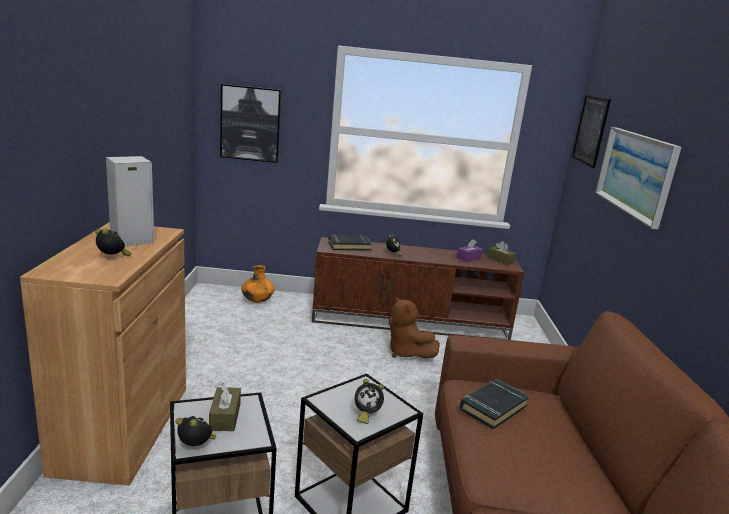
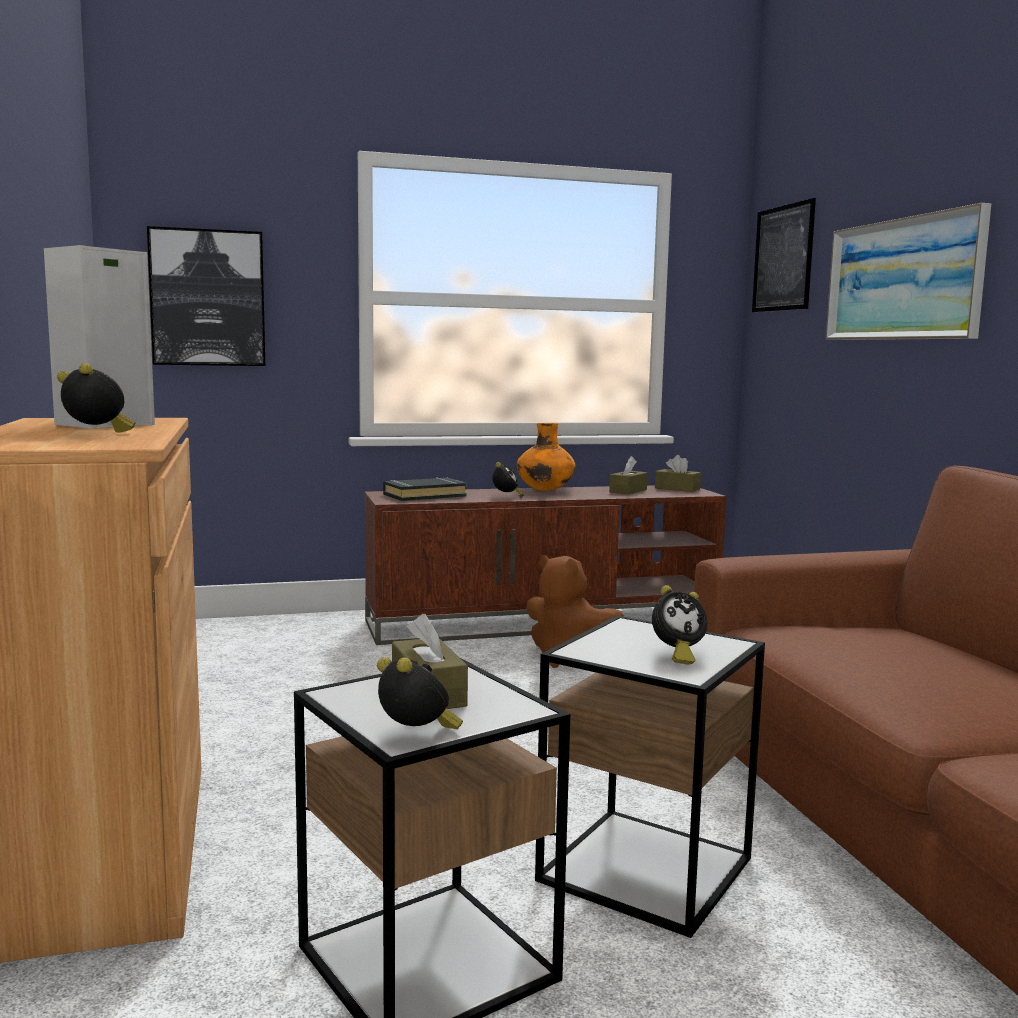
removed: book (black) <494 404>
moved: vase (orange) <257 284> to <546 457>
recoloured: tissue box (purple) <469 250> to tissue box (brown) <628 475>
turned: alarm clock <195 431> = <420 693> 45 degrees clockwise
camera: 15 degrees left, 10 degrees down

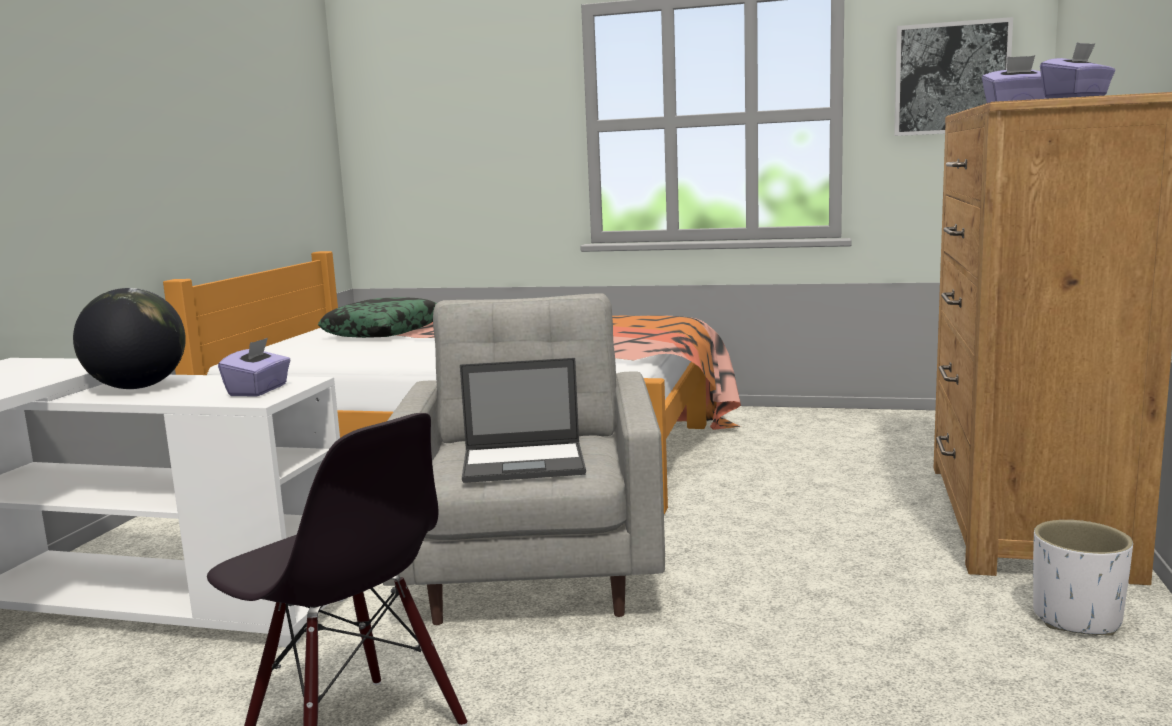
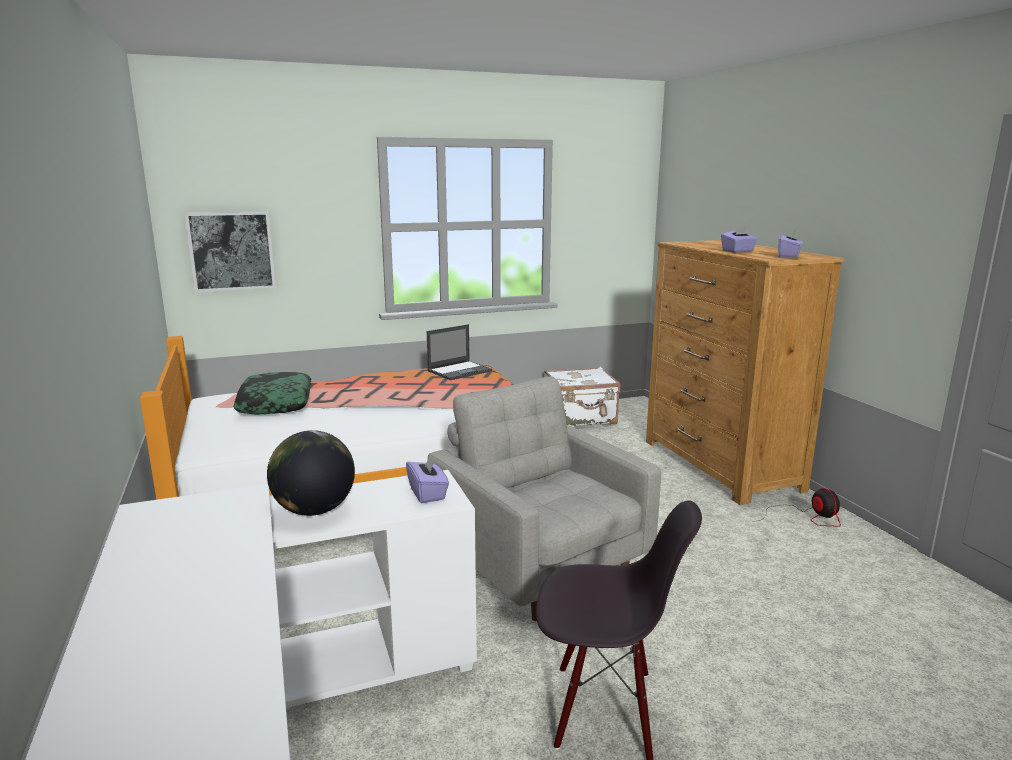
added: suitcase (white) <582 397>
moved: picture <953 76> to <230 251>; laptop <523 420> to <459 352>
replaced: planter (white) <1083 578> to fan <796 507>
camera: 35 degrees left, 5 degrees up

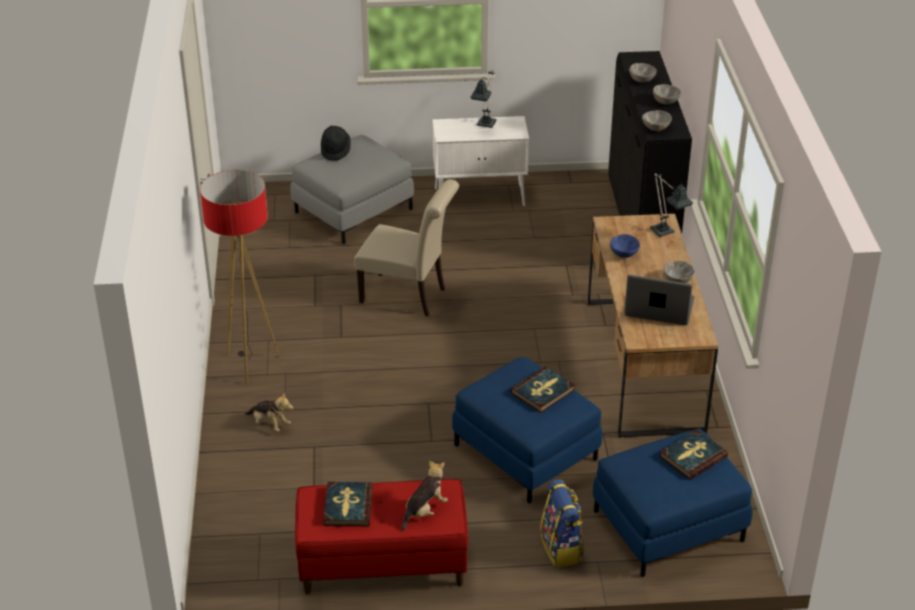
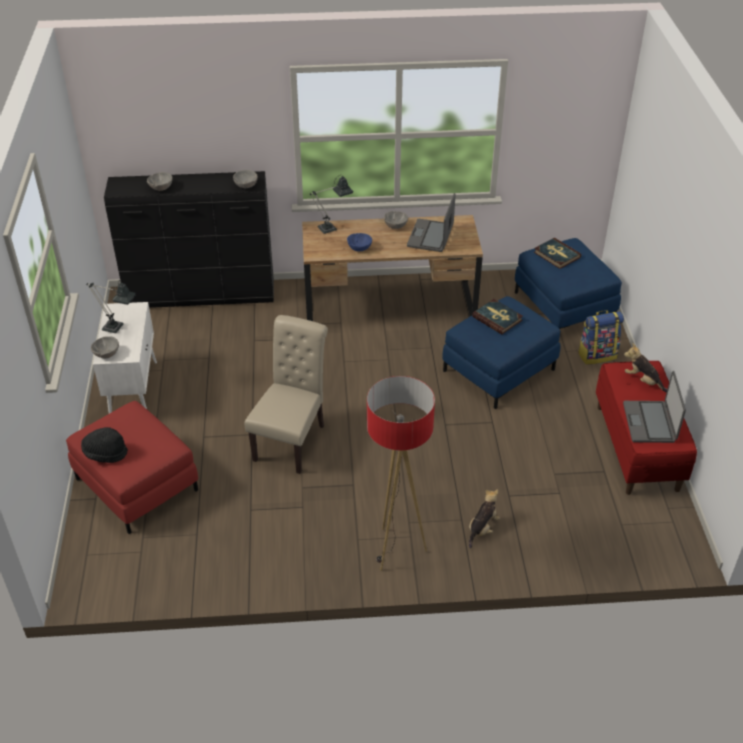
moved: bowl (grey) <667 94> to <105 347>
replaced: book <348 504> to laptop <654 407>
recoloured: ottoman (grey) <352 189> to ottoman (red) <132 467>
camera: 90 degrees left, 5 degrees up

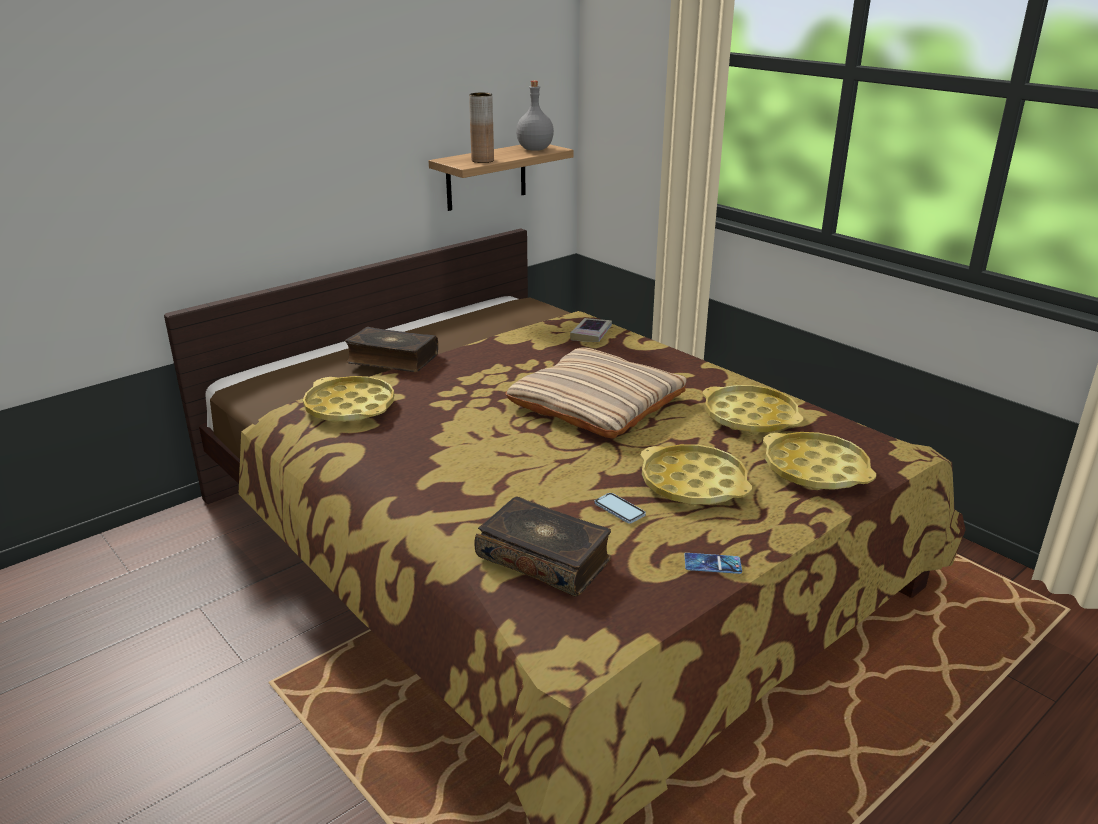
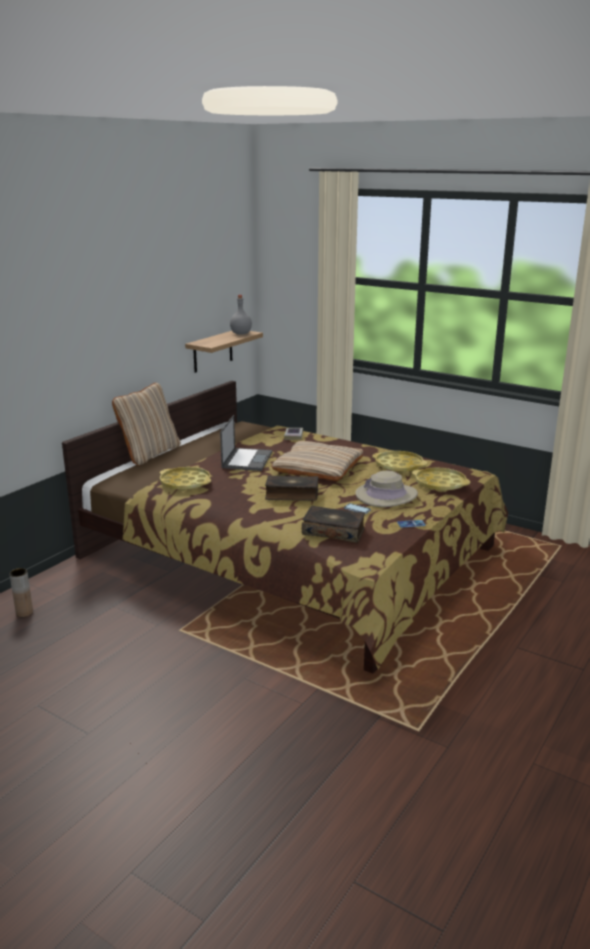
added: pillow (beige) <146 424>; laptop <246 443>
moved: vase (brown) <481 128> to <21 592>; book <391 349> to <292 488>
replaced: tray (yellow) <696 475> to hat (beige) <386 489>
camera: 15 degrees left, 5 degrees down

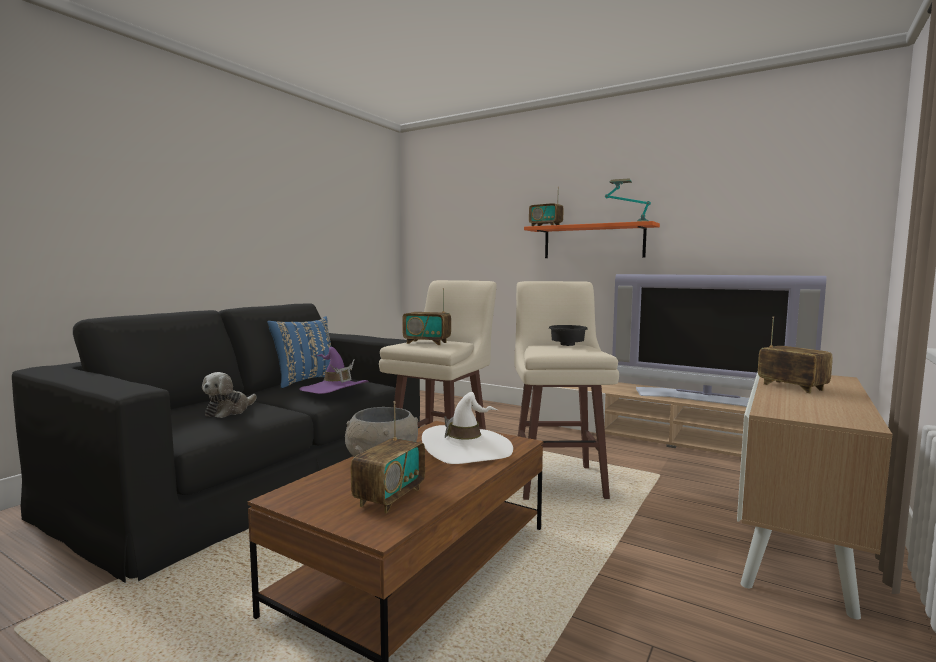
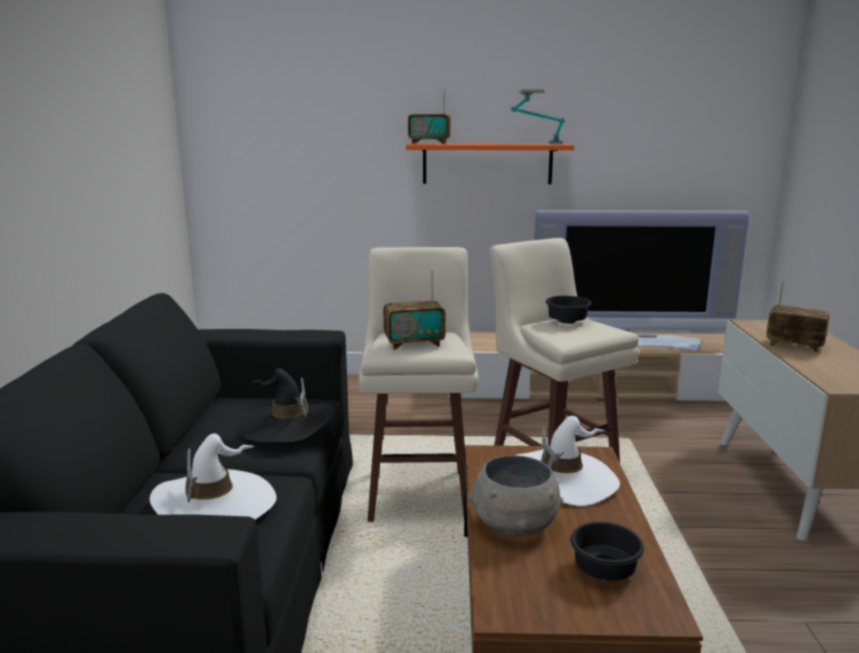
removed: pillow (blue) <299 352>
replaced: plush toy <229 395> to hat (white) <213 476>; radio <388 457> to bowl (black) <607 551>
recoloured: hat (purple) <333 370> to hat (black) <285 405>
camera: 30 degrees left, 10 degrees up

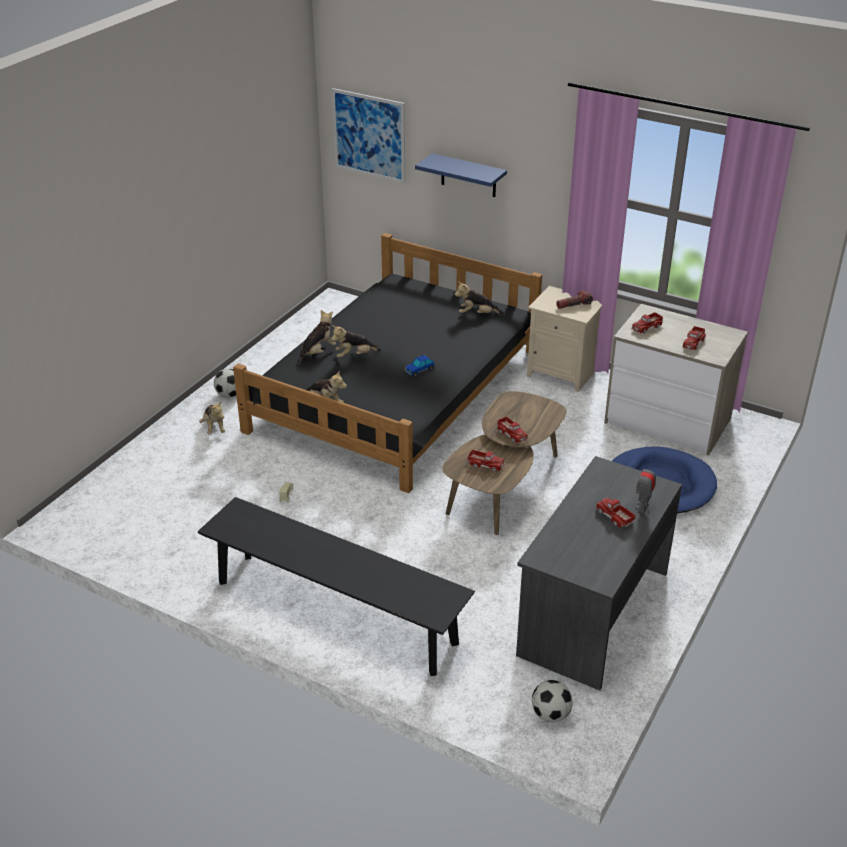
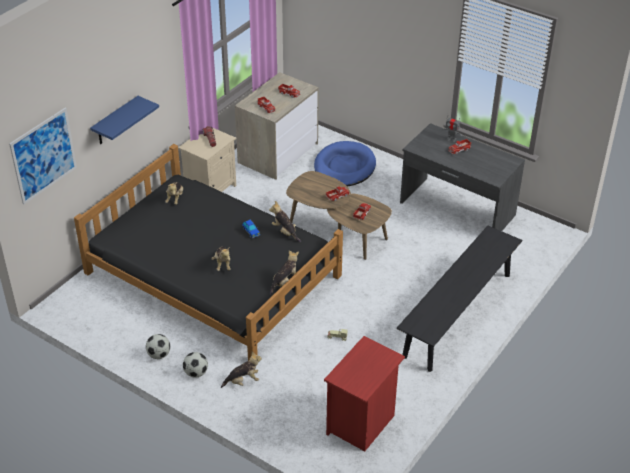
added: nightstand (red) <364 393>
moved: football <552 701> to <158 346>; plush toy <317 337> to <285 221>
camera: 85 degrees left, 5 degrees up

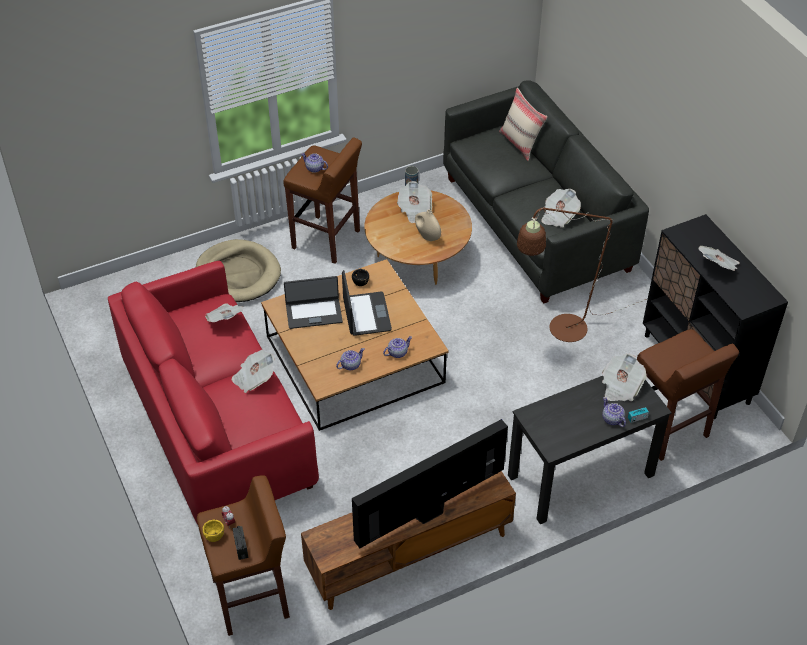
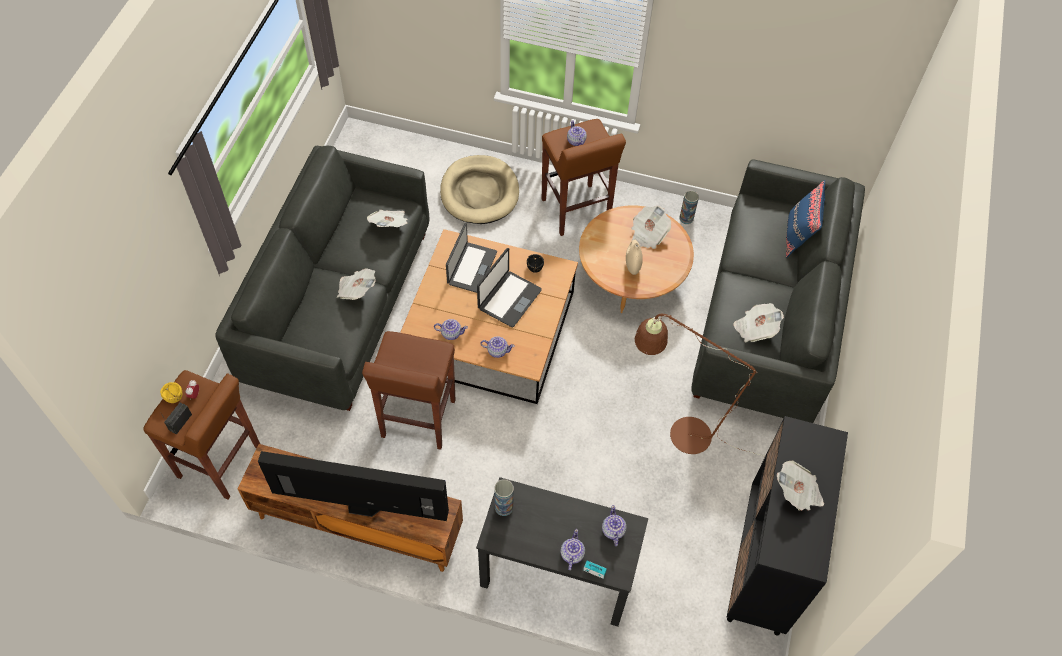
added: vase <504 497>
moved: stool (brown) <688 395> to <409 390>
replaced: newspaper <624 377> to teapot <614 525>
recoloured: sofa (red) <213 393> to sofa (grey) <322 278>; pillow (beige) <523 124> to pillow (blue) <805 218>
turned: laptop <313 302> = <471 258> 105 degrees counterclockwise
camera: 40 degrees right, 10 degrees up

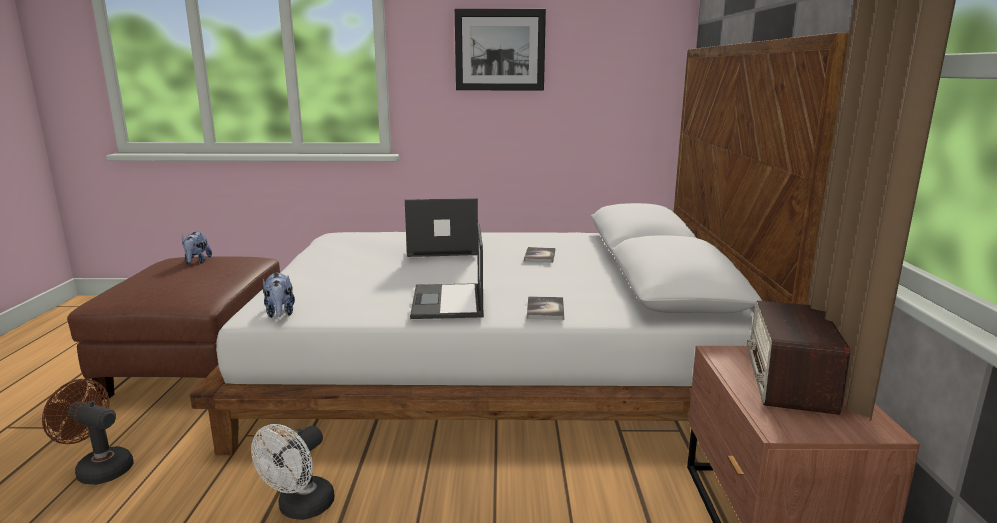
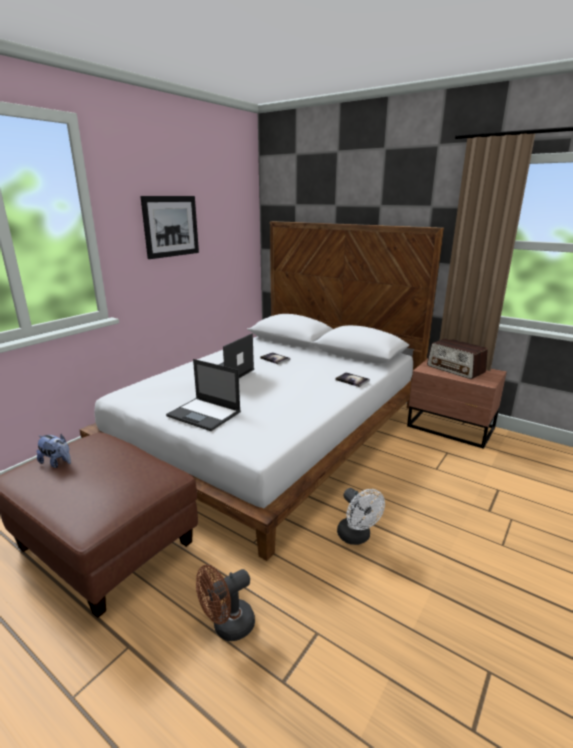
removed: plush toy <279 295>
moved: laptop <447 271> to <203 395>
camera: 55 degrees left, 5 degrees up

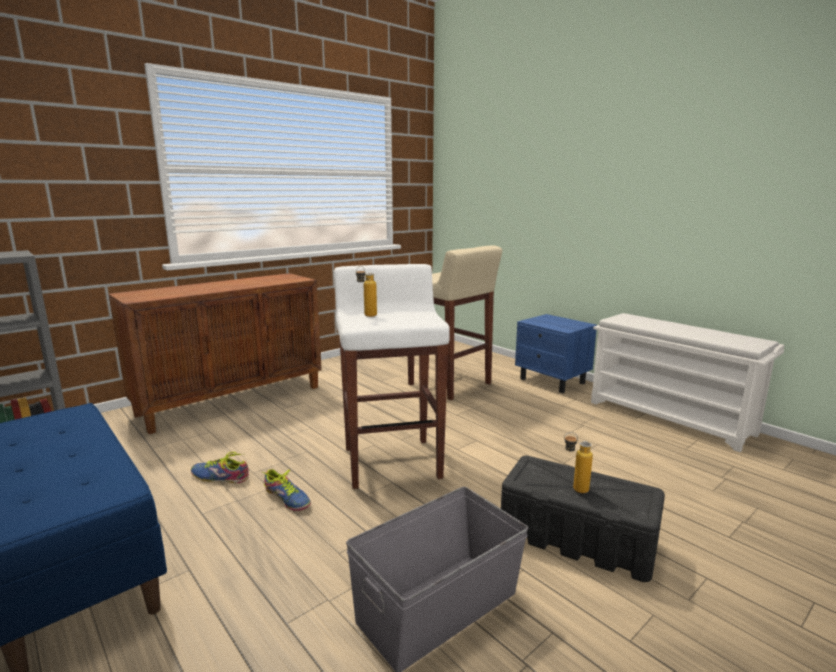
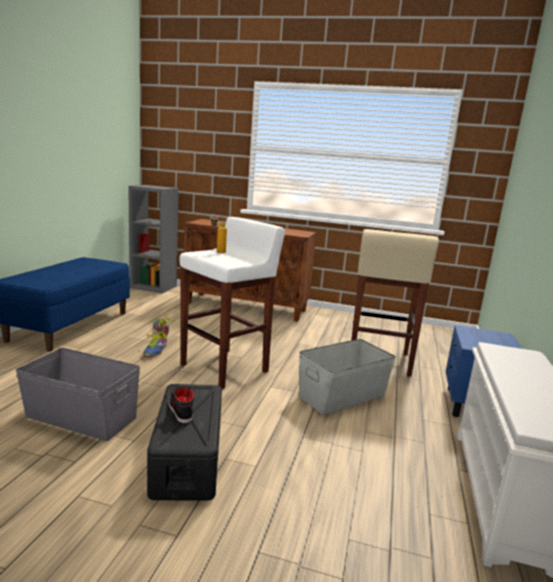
added: storage box (grey) <347 377>
replaced: bottle <578 462> to shoe (black) <181 405>
camera: 55 degrees right, 0 degrees up

